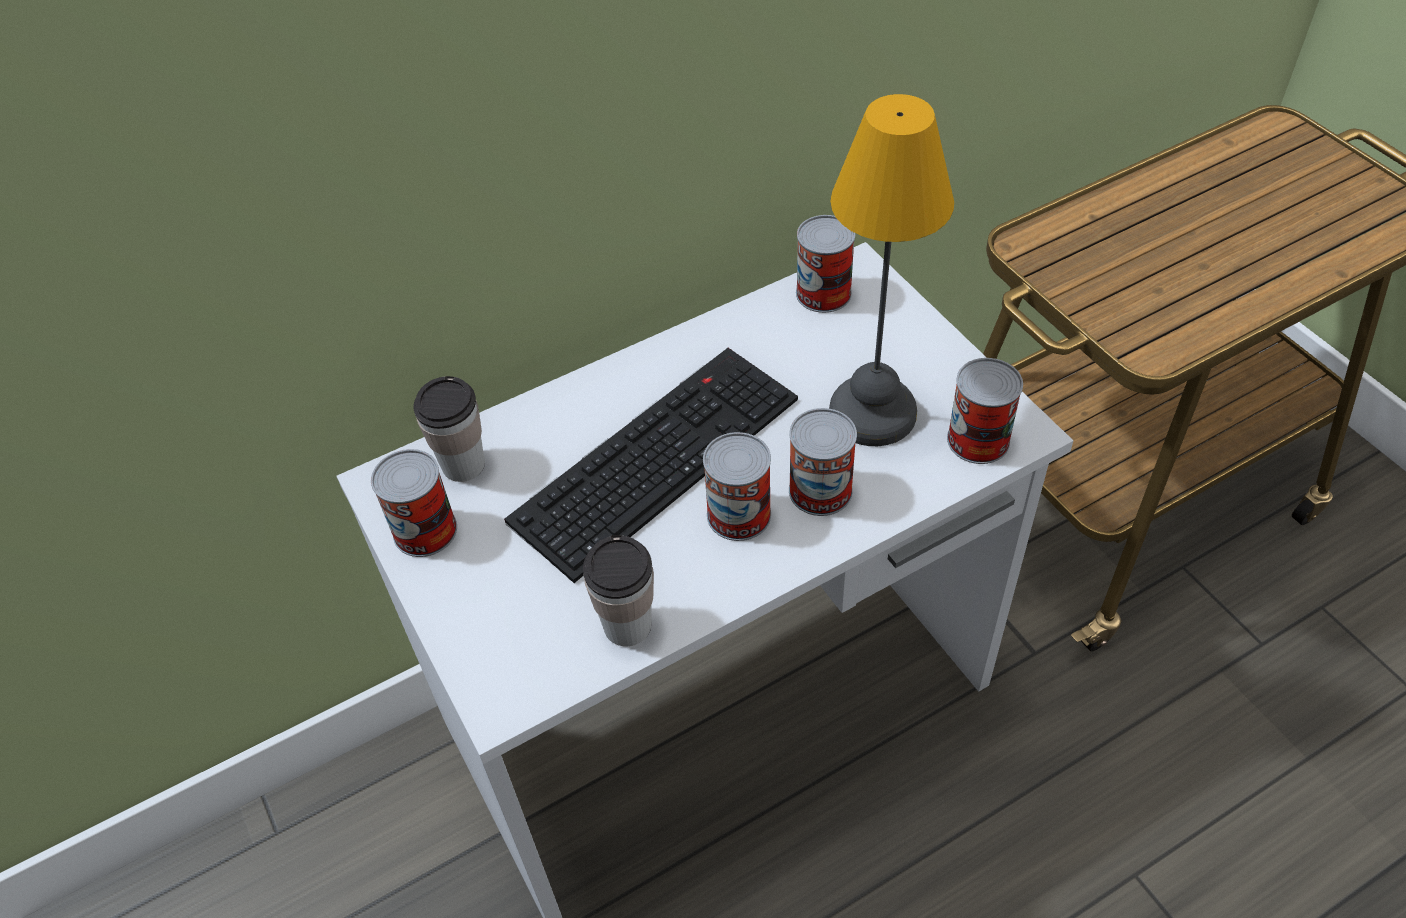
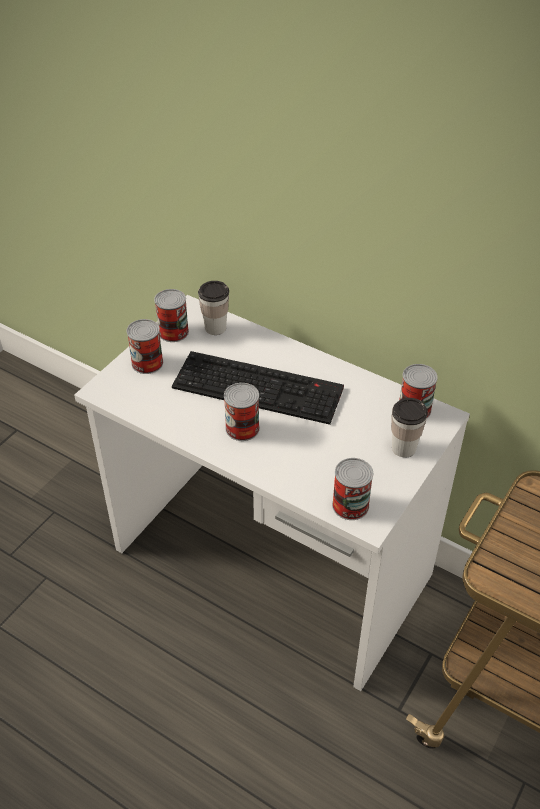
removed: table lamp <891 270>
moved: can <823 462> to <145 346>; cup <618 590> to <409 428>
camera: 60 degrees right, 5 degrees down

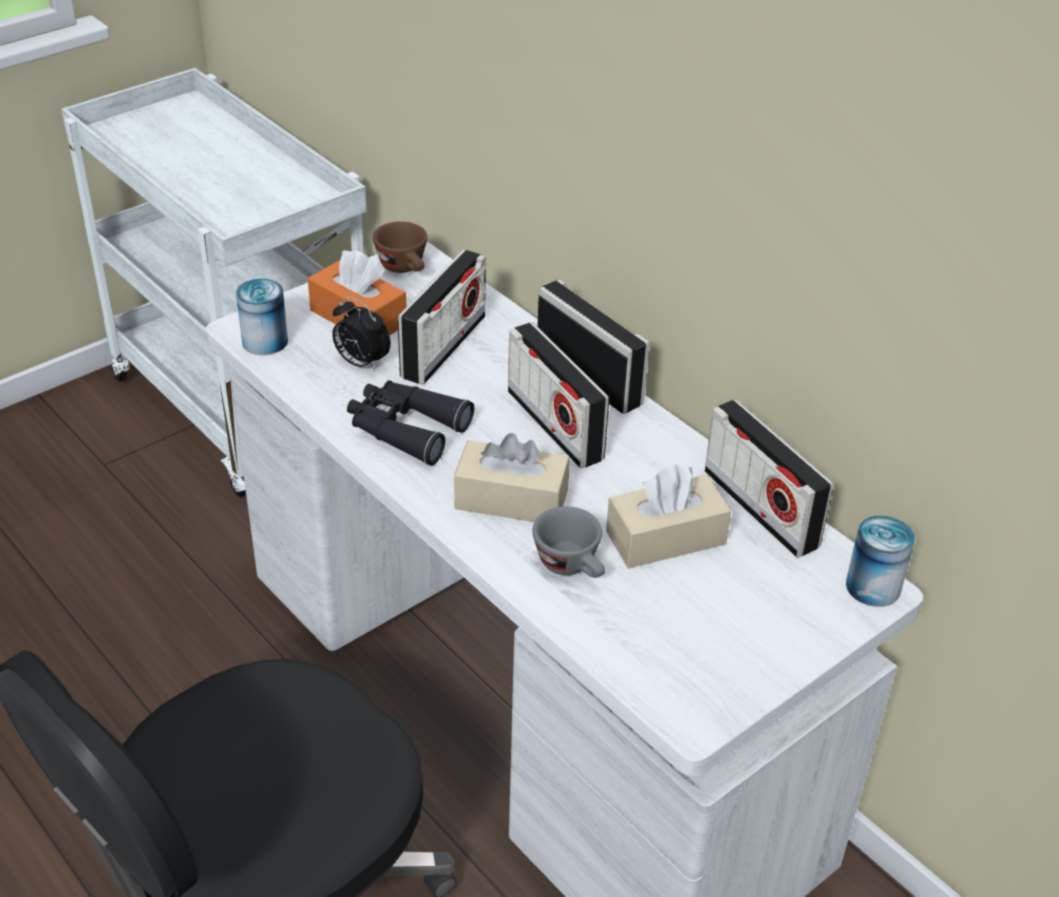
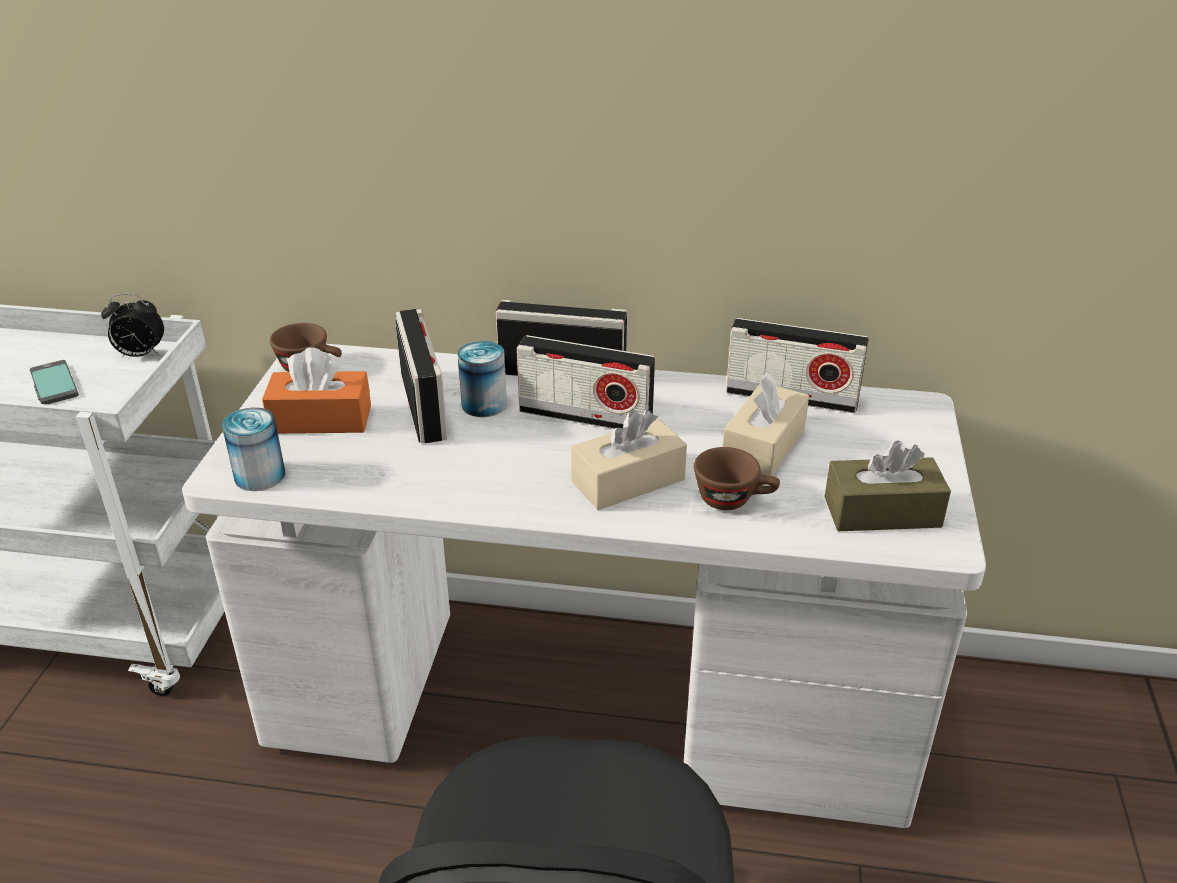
removed: binoculars (black) <410 422>
added: phone <54 382>; tissue box (brown) <888 486>
moved: alarm clock <361 334> to <132 326>; can <880 561> to <482 379>
recoloured: cup (grey) <569 542> to cup (brown) <737 478>
camera: 40 degrees left, 5 degrees down

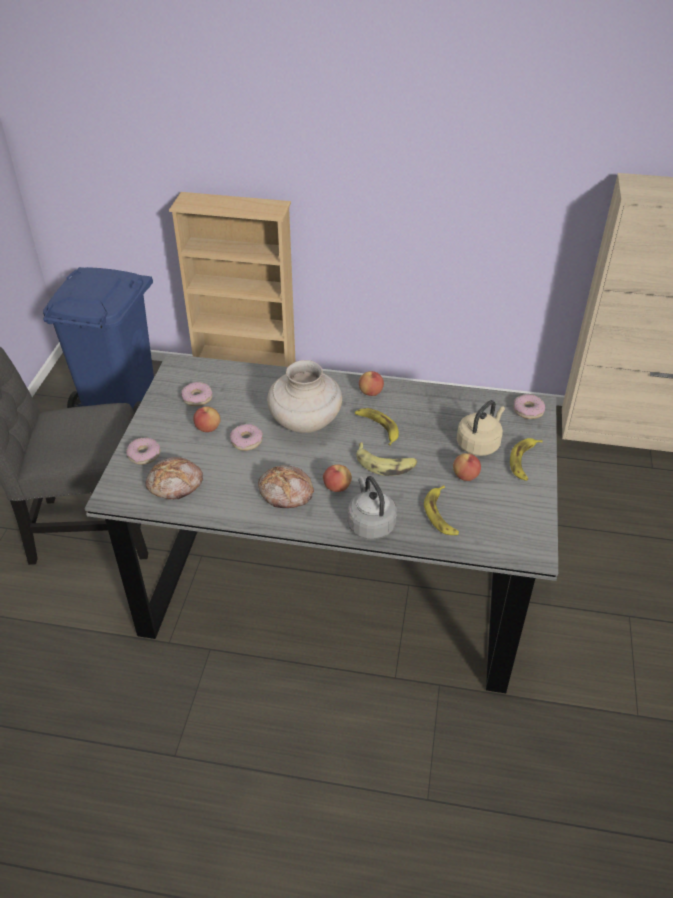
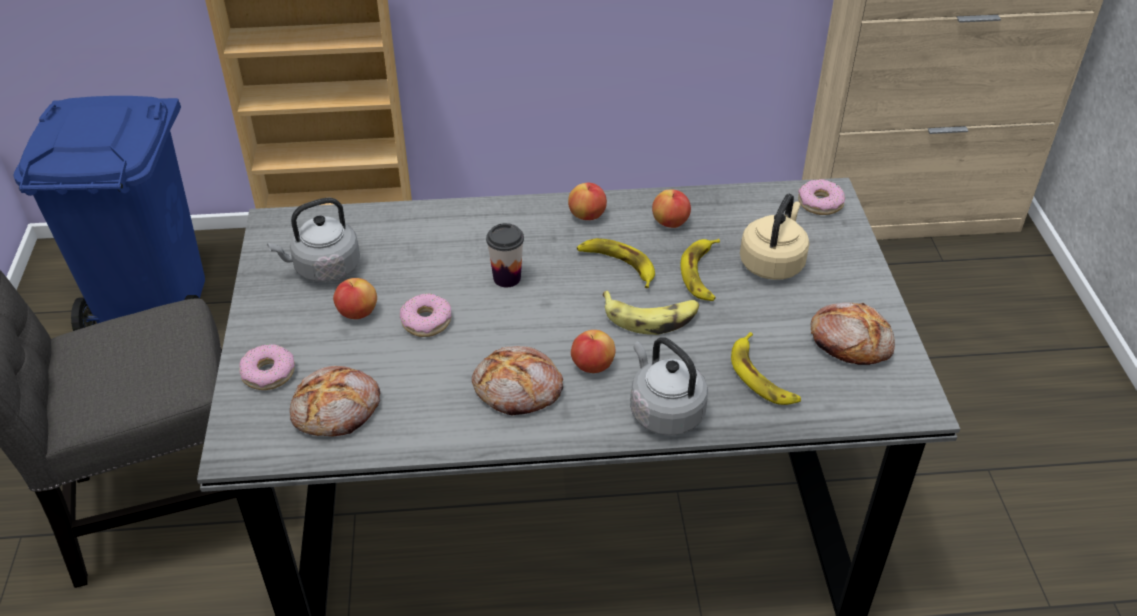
added: bread <852 334>
moved: apple <467 467> to <671 209>; banana <526 459> to <700 270>
replaced: donut <196 394> to kettle (grey) <313 240>; vase (beige) <304 396> to cup <505 255>
camera: 15 degrees left, 0 degrees up

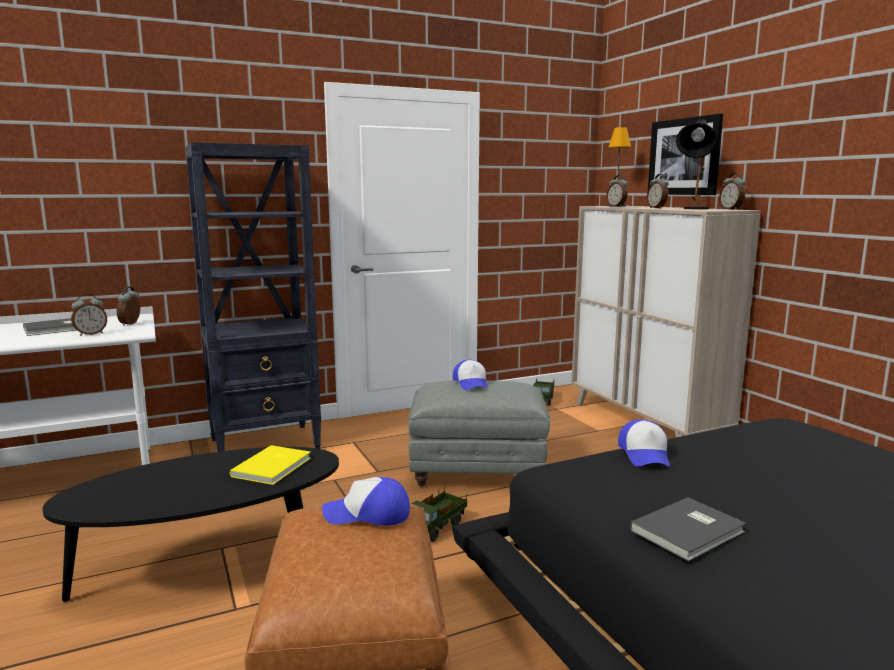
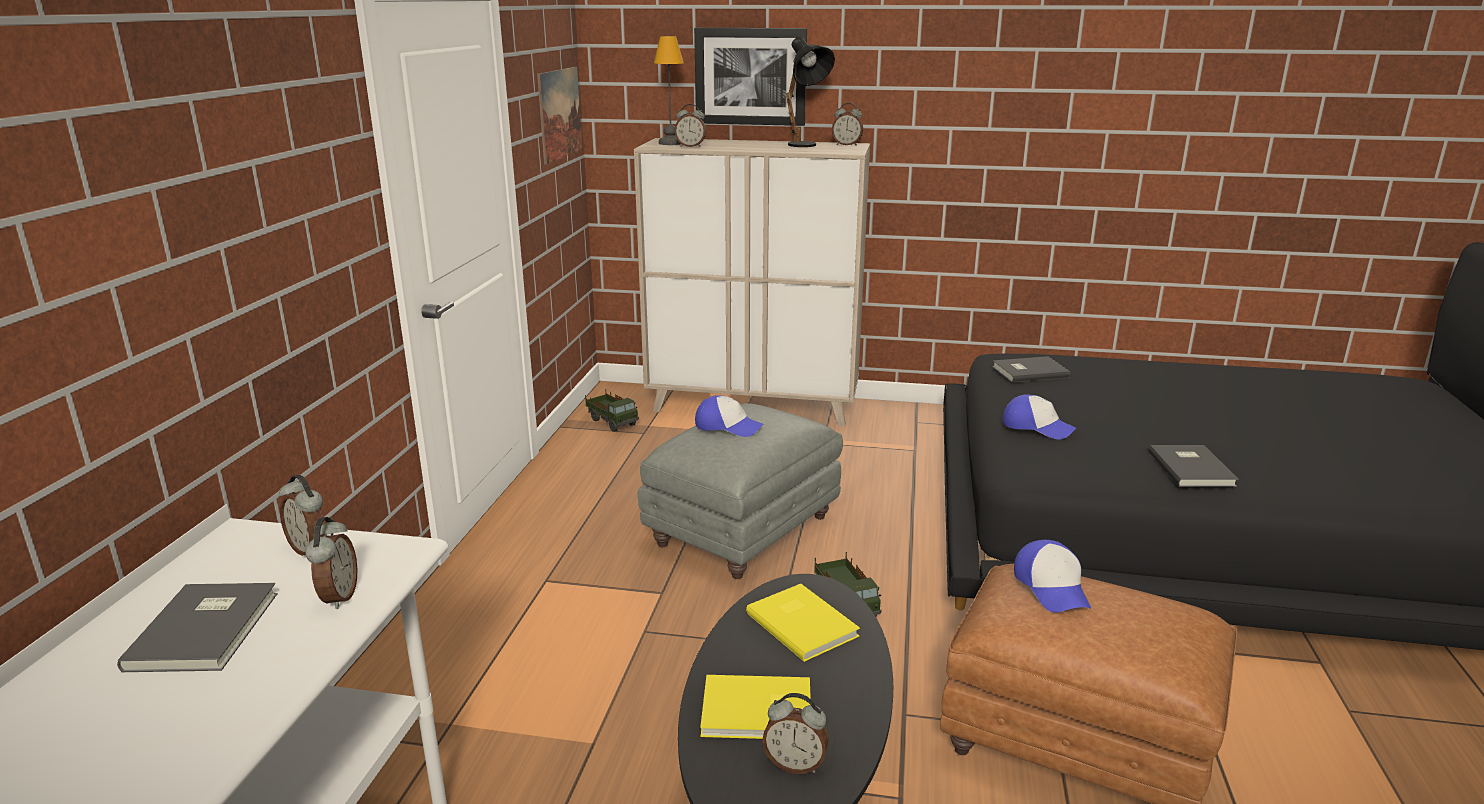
removed: bookcase (black) <253 297>
added: picture <559 115>; book (yellow) <755 707>; book (grey) <1031 369>
moved: alarm clock <658 191> to <795 733>
turned: cap <366 501> = <1052 576> 45 degrees counterclockwise
camera: 55 degrees left, 10 degrees up

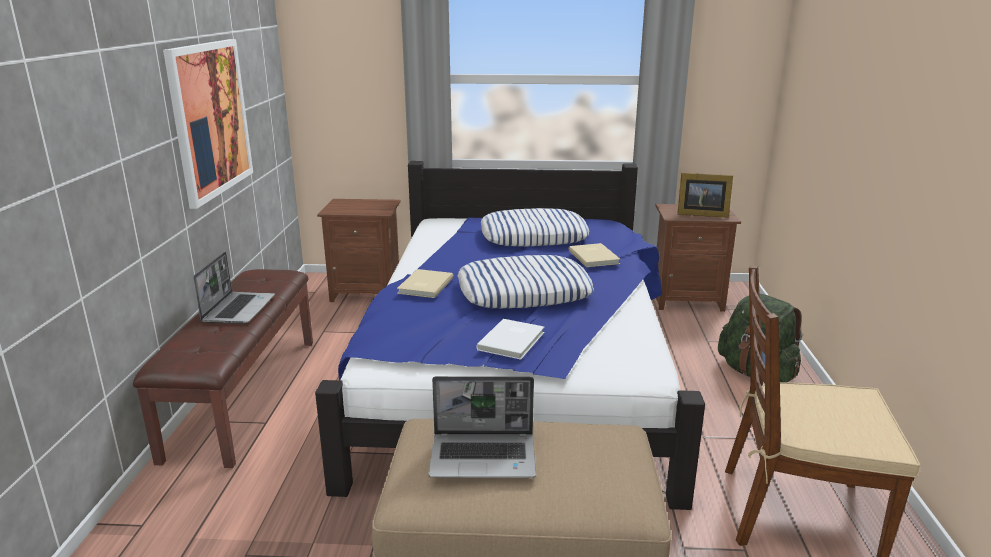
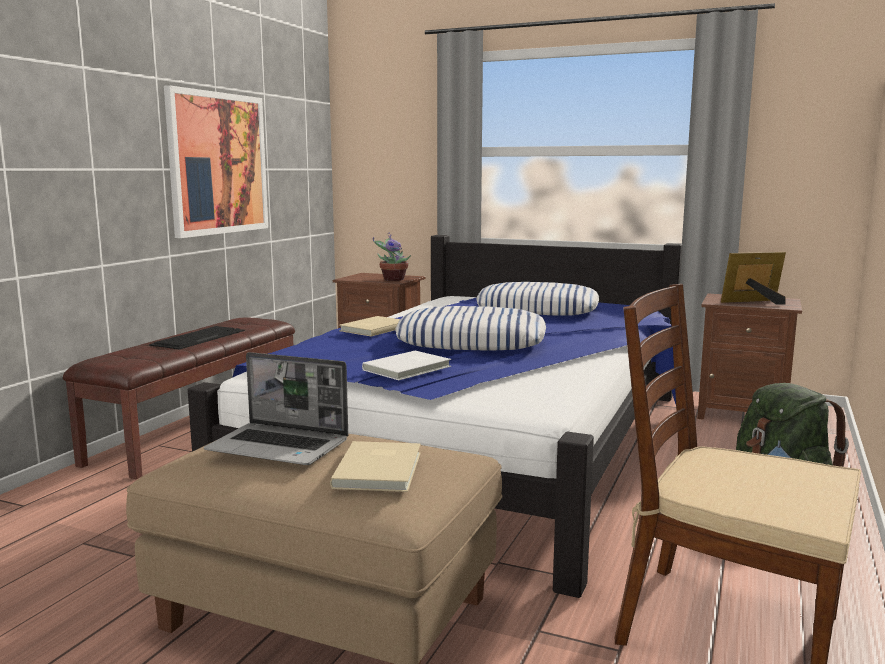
added: potted plant <392 256>
moved: book (beige) <594 255> to <375 466>
replaced: laptop <234 288> to keyboard <197 338>
turned: picture frame <705 195> = <753 278> 135 degrees clockwise
camera: 20 degrees right, 10 degrees down

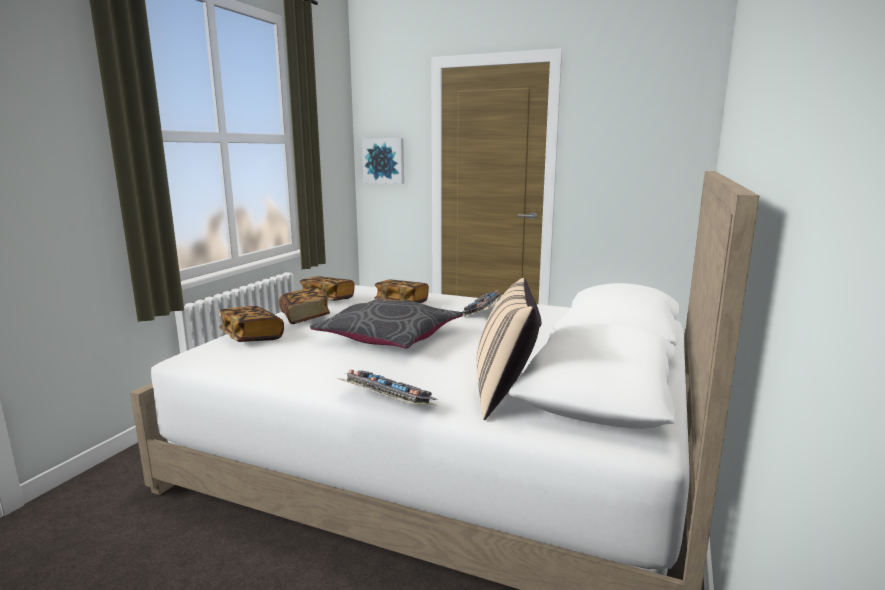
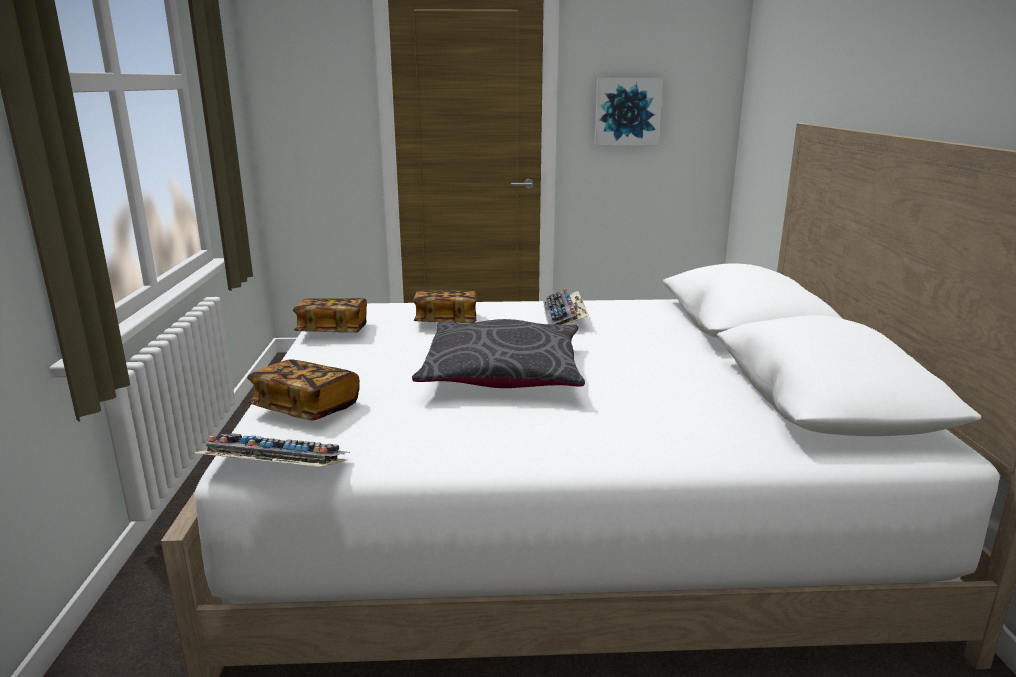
removed: book <304 306>; pillow (beige) <509 349>
moved: keyboard <387 387> to <271 450>; picture <383 161> to <628 111>
camera: 25 degrees left, 5 degrees up

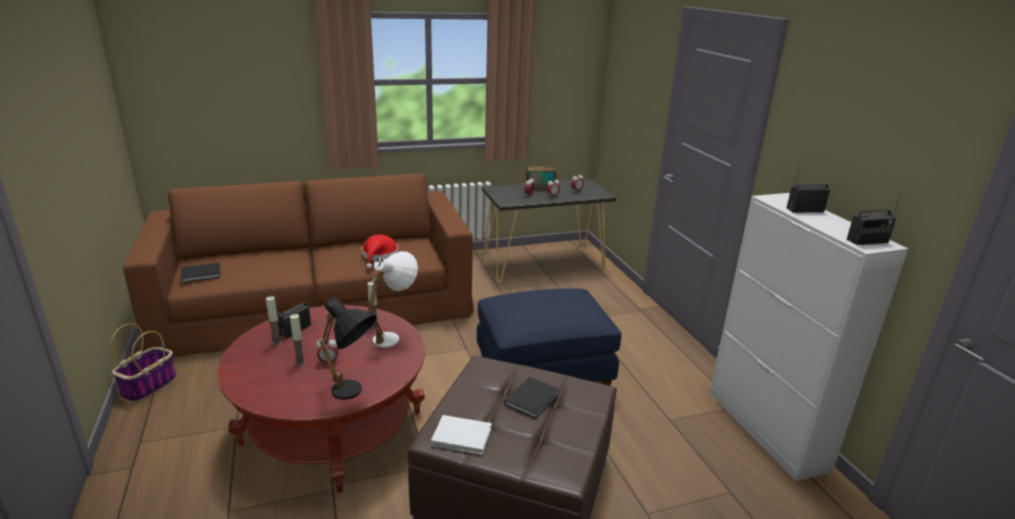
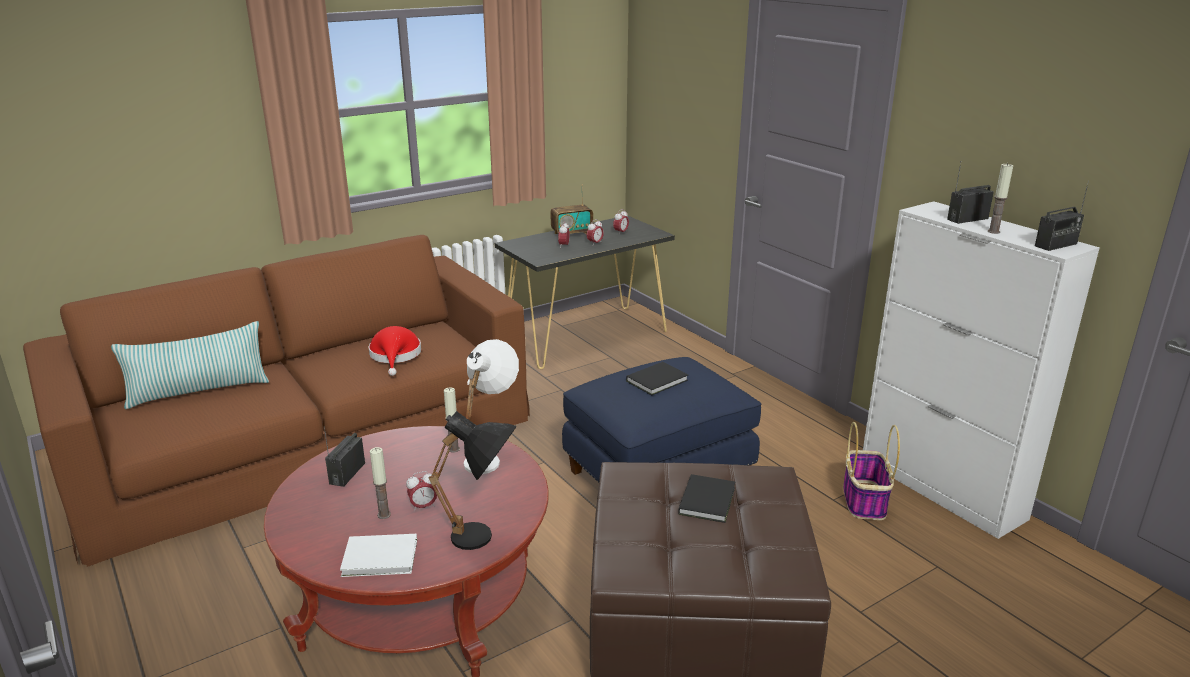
added: pillow <190 365>
moved: book (white) <461 435> to <378 555>; book (black) <200 273> to <657 378>; basket <144 363> to <871 471>; candle <274 321> to <1000 198>
camera: 15 degrees left, 0 degrees up

